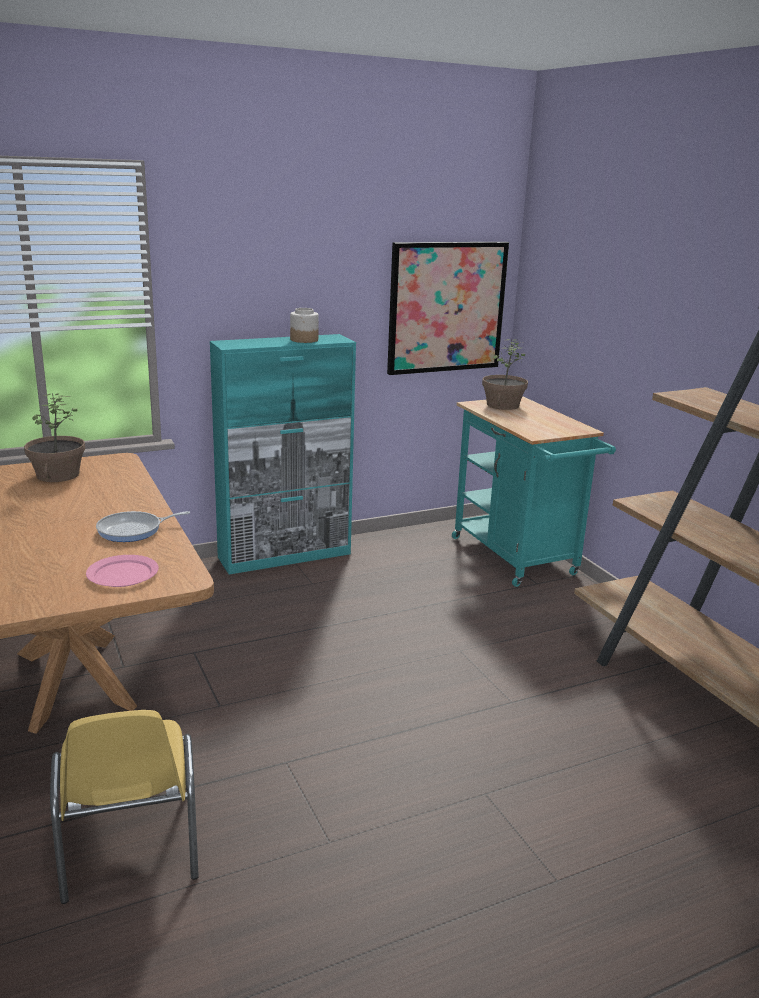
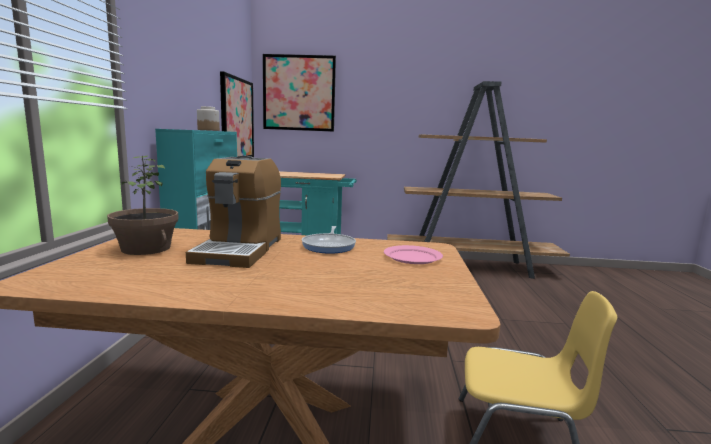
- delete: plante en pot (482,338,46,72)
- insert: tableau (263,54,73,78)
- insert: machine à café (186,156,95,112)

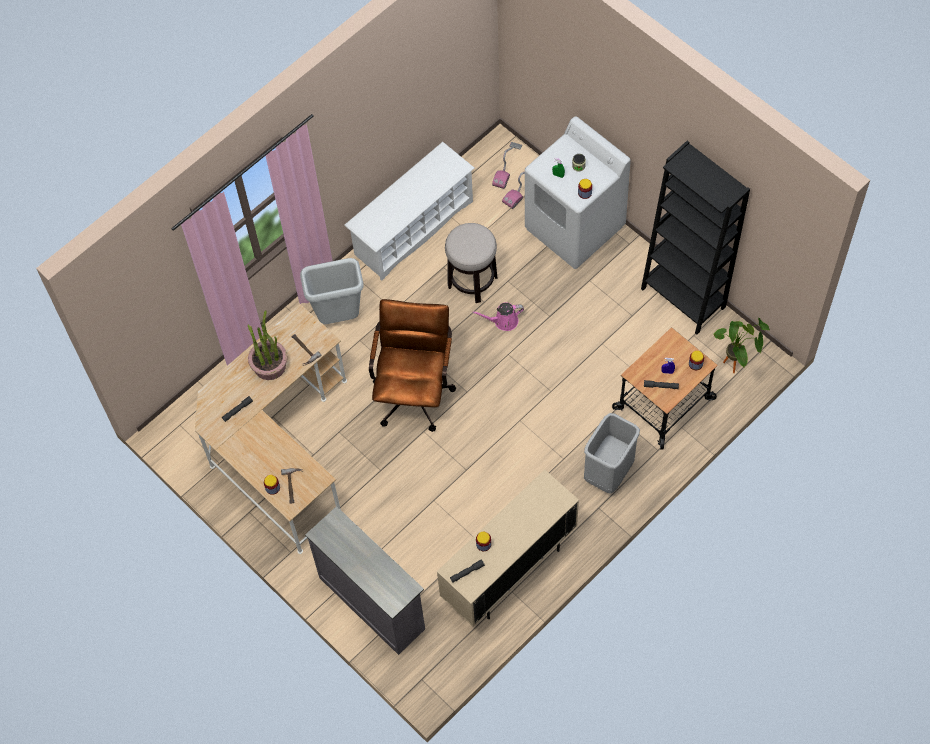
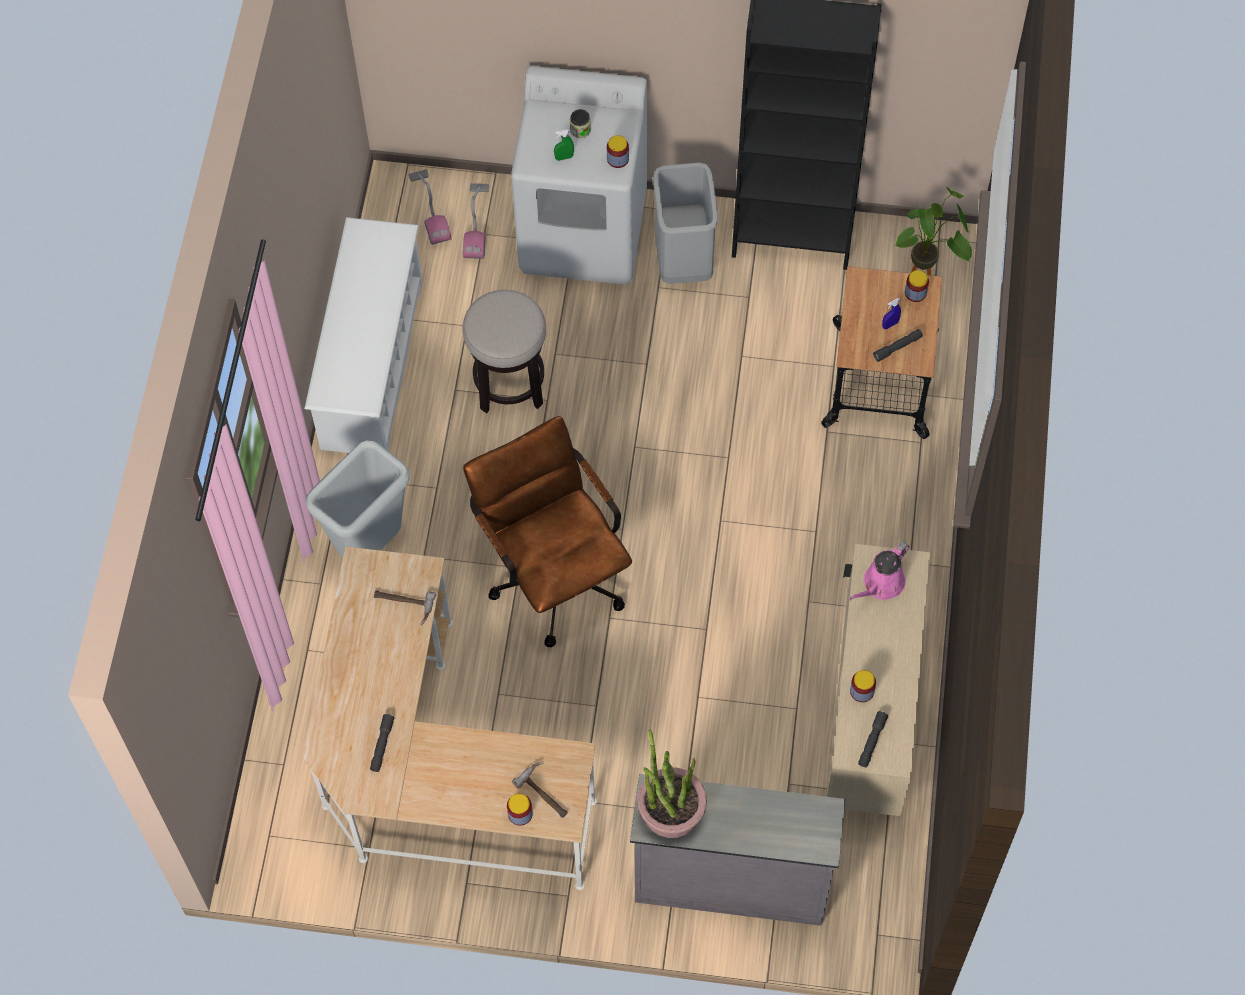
- move: arrosoir [rose] (472,302,52,29) to (849,541,60,59)
- move: plante en pot (248,310,39,70) to (638,729,69,109)
- move: poubelle [gris] (584,413,56,81) to (653,162,65,122)

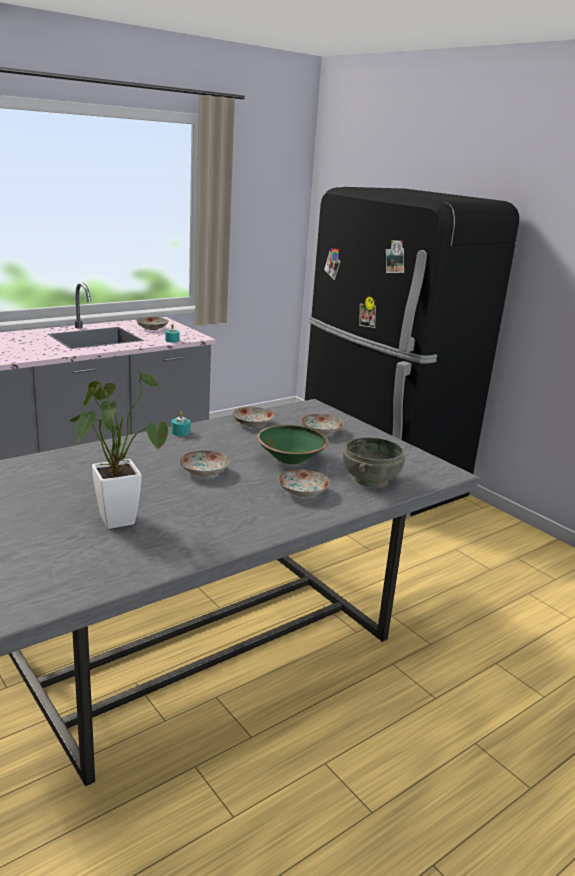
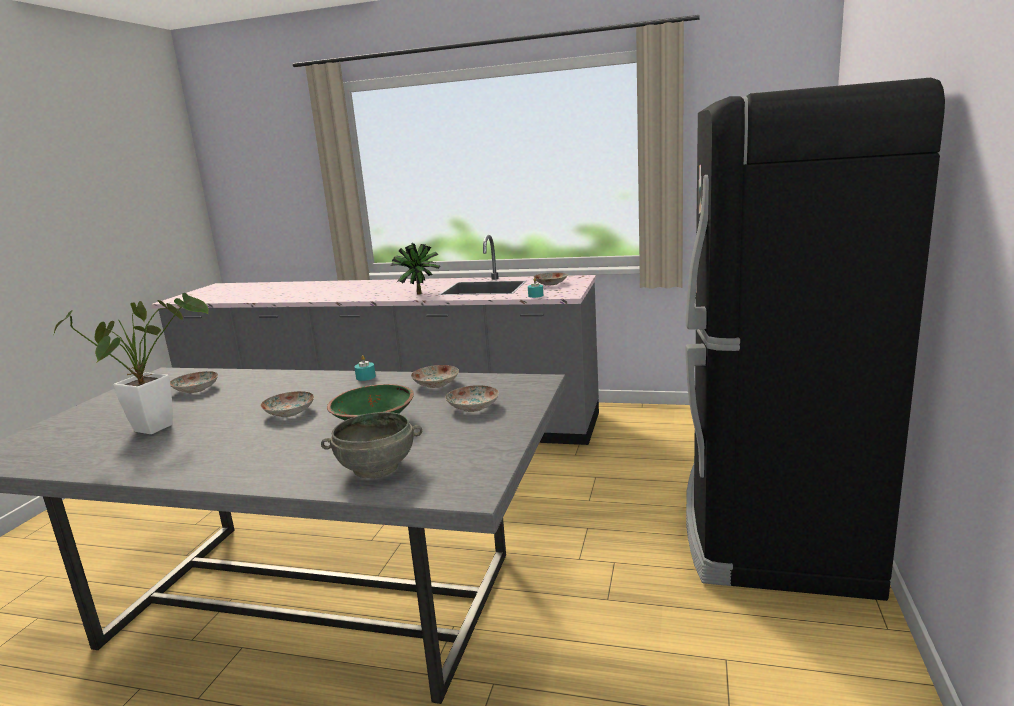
- move: assiette (278,469,52,28) to (170,371,48,22)
- insert: plante en pot (391,243,50,52)

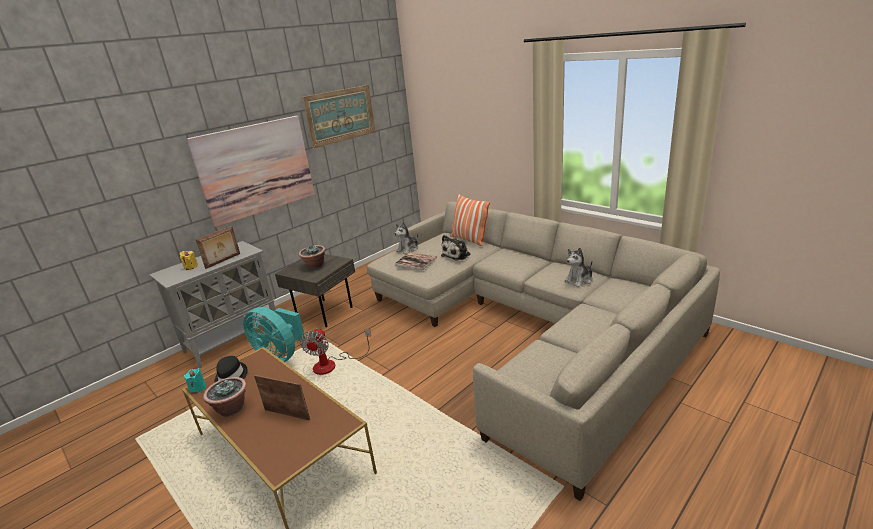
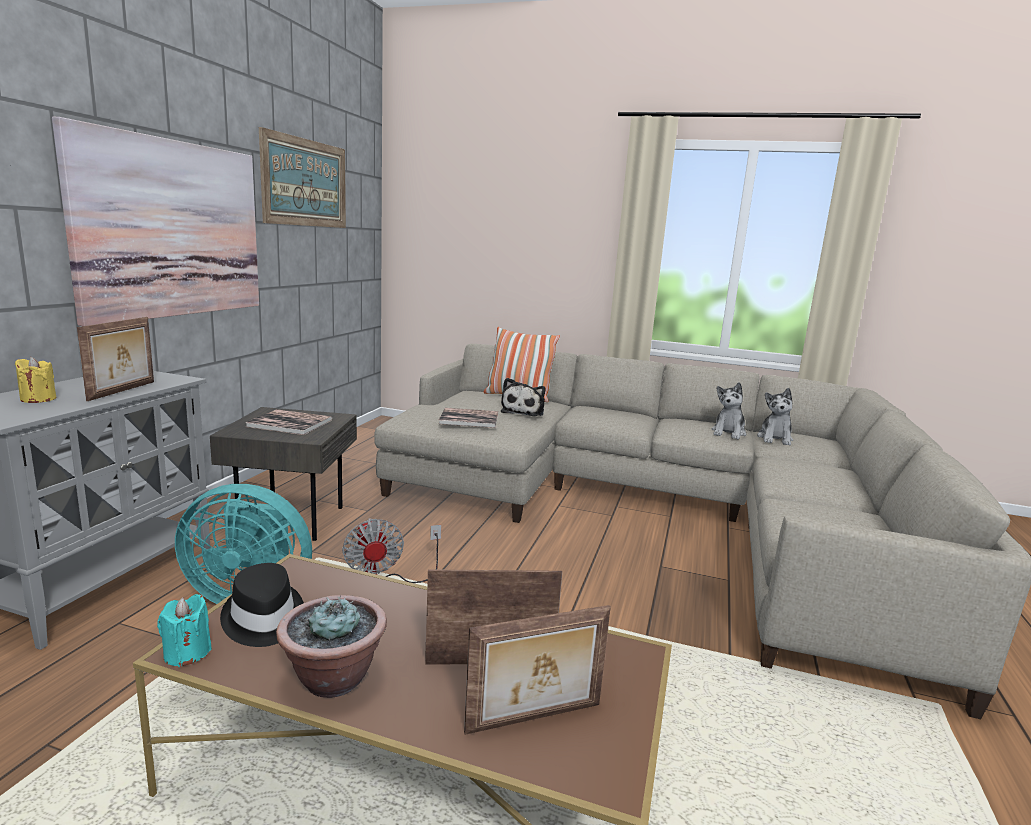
- move: peluche (394,222,24,33) to (757,388,36,58)
- replace: plante en pot (299,245,26,24) to livre (245,409,87,26)
- insert: cadre photo (464,605,147,130)

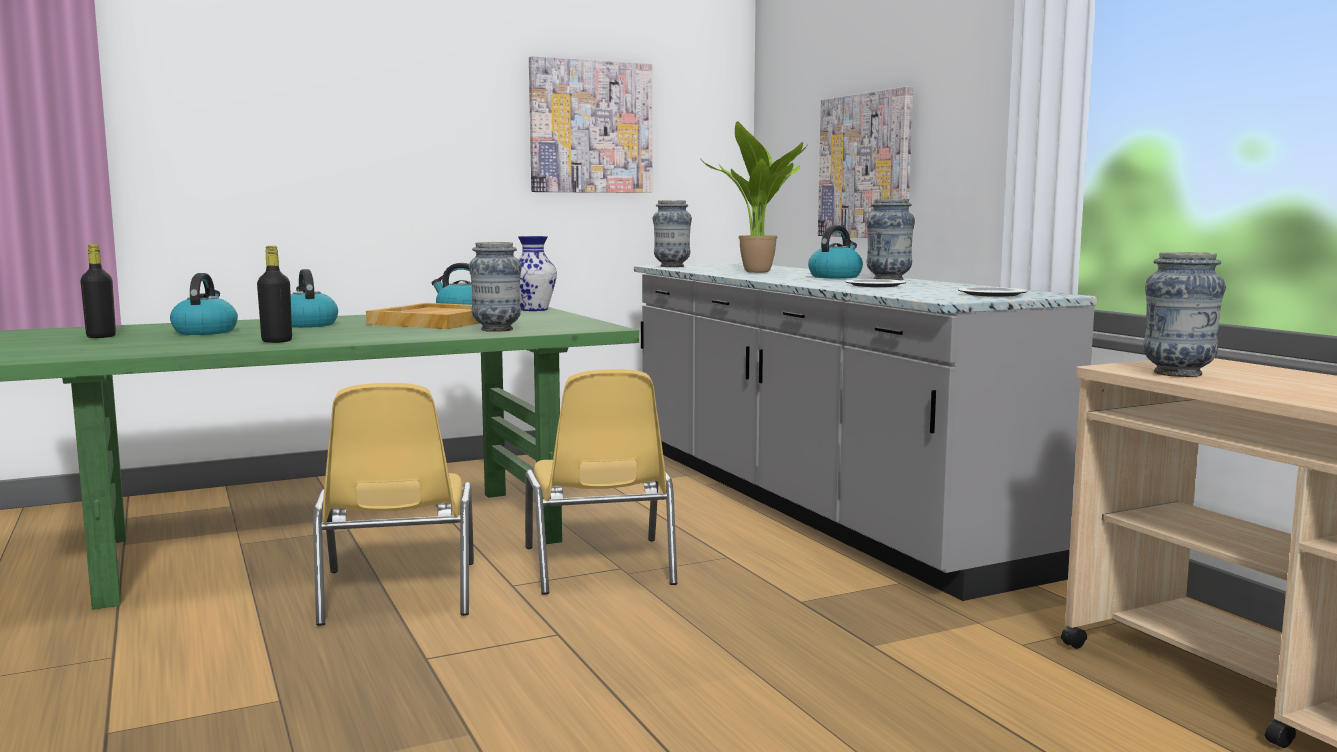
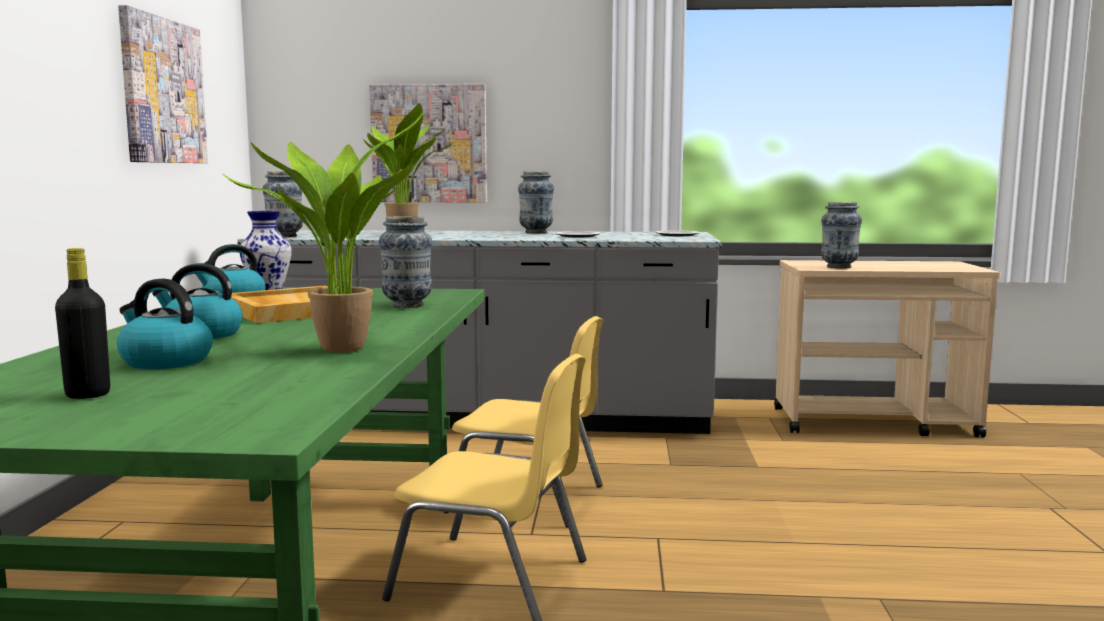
- delete: bouilloire (808,225,55,54)
- replace: bouteille [noir] (257,246,35,97) to plante en pot (222,113,201,240)

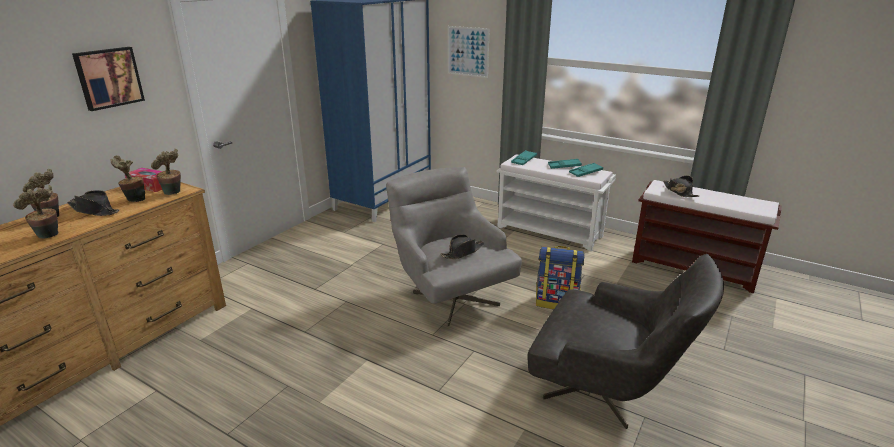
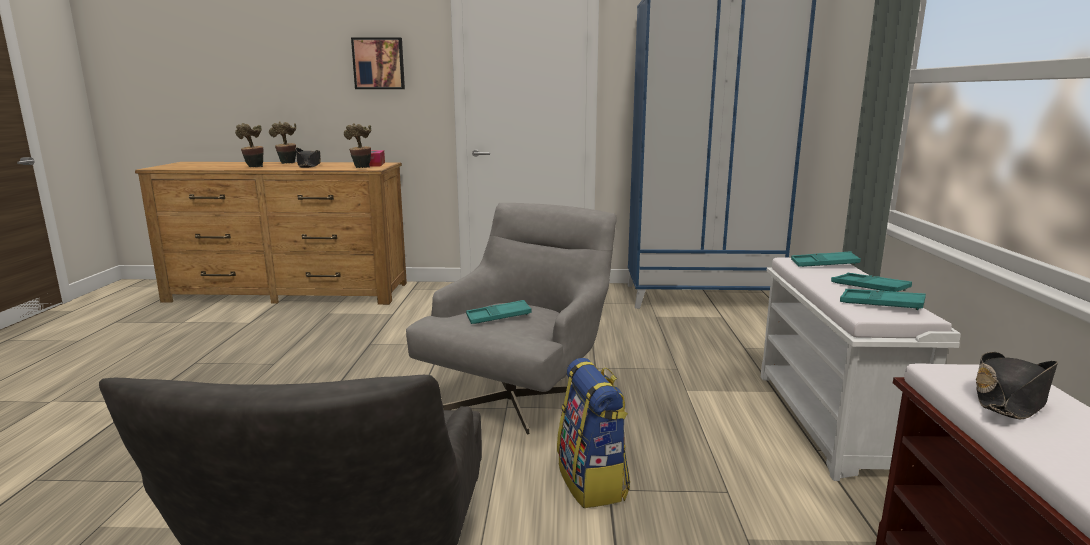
- delete: tableau (448,26,42,52)
- delete: plante en pot (111,155,35,47)
- replace: chapeau [noir] (441,234,43,25) to plateau [turquoise] (466,300,66,24)

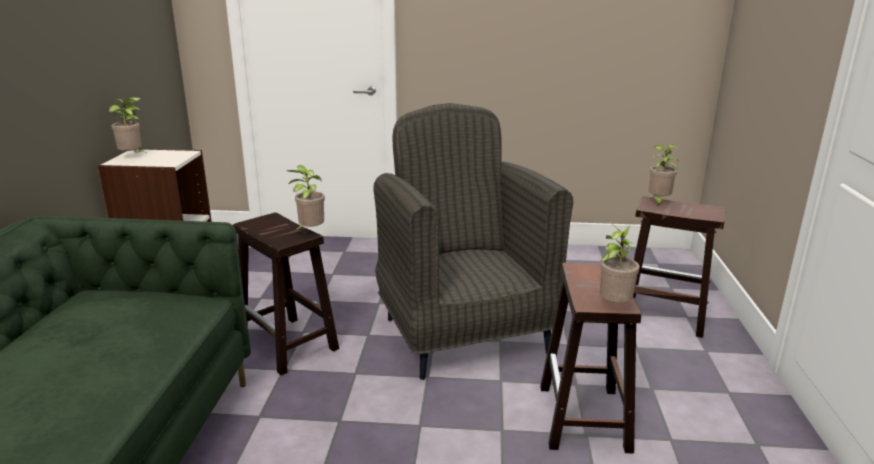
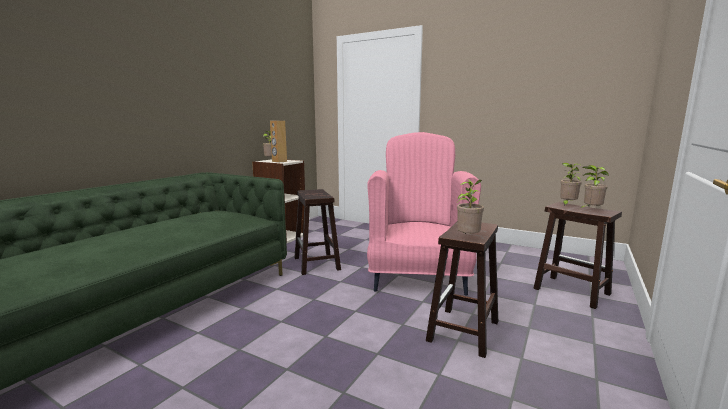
- recolor: fauteuil [gris] (374,103,199,277) to fauteuil [rose] (367,132,114,164)
- move: plante en pot (287,165,38,66) to (581,165,28,43)
- insert: enceinte [marron] (270,120,17,43)

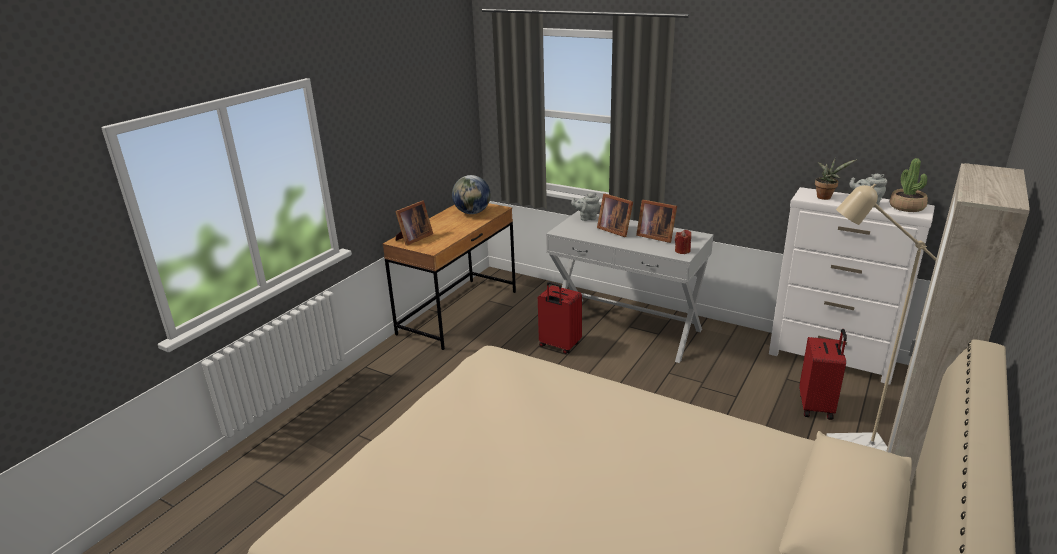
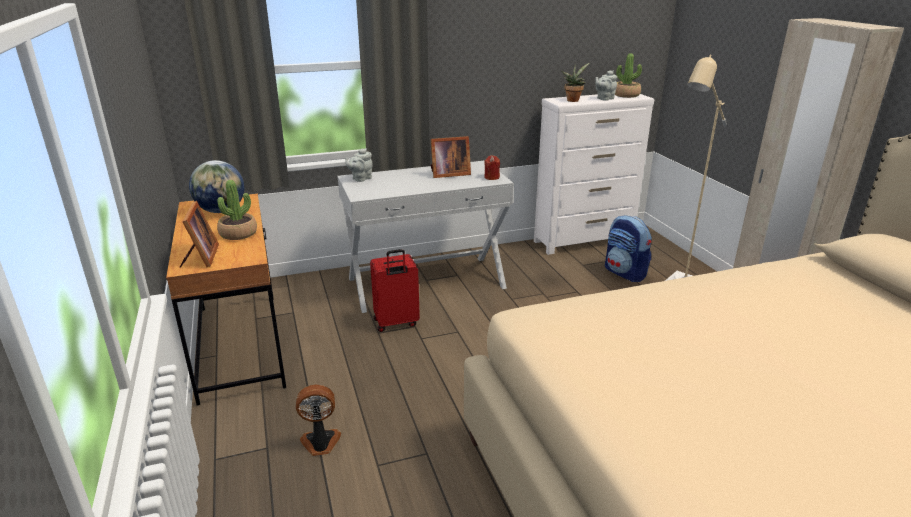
- delete: cadre photo (597,193,36,44)
- replace: valise [rouge] (799,329,48,91) to sac à dos (605,215,47,67)
- insert: plante en pot (217,180,40,60)
- insert: ventilateur (296,385,45,71)

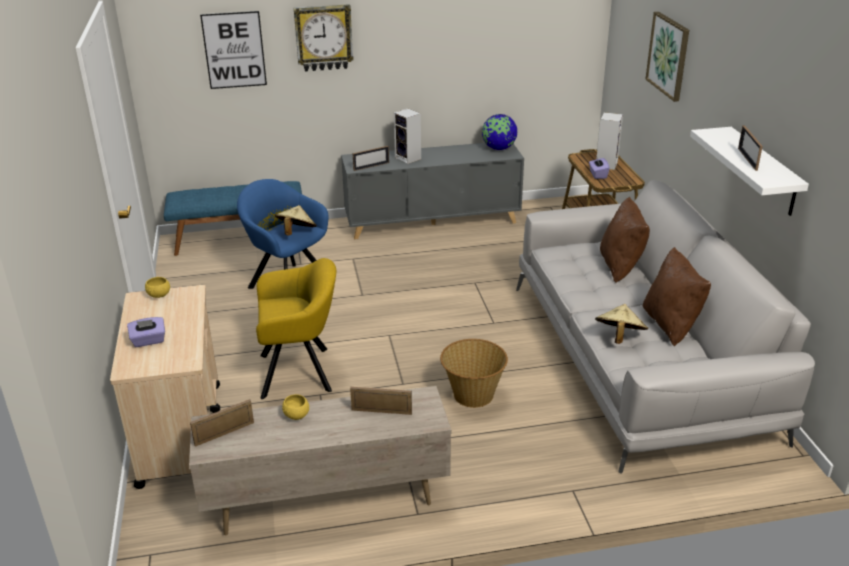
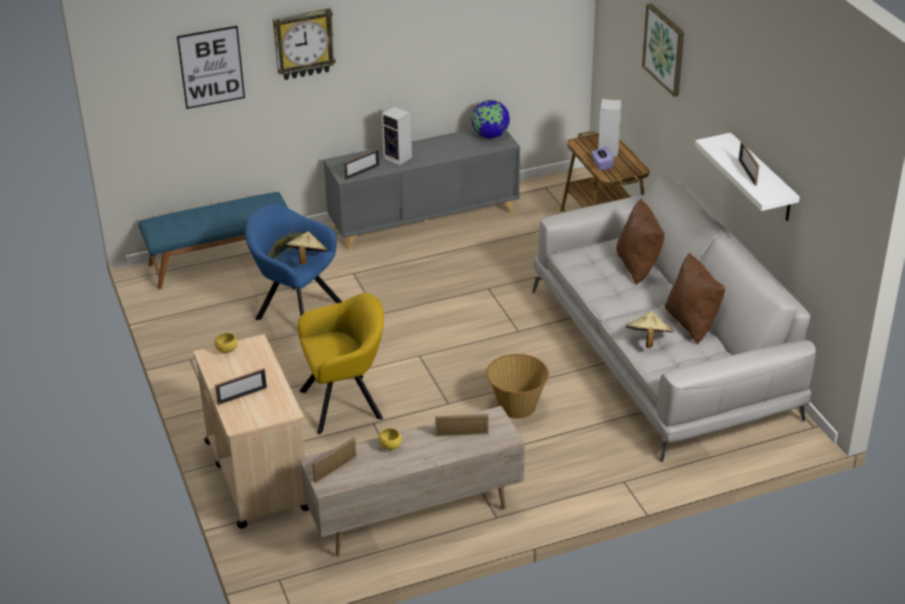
- replace: boîte à mouchoirs [violet] (127,317,38,30) to cadre photo (215,368,52,37)

